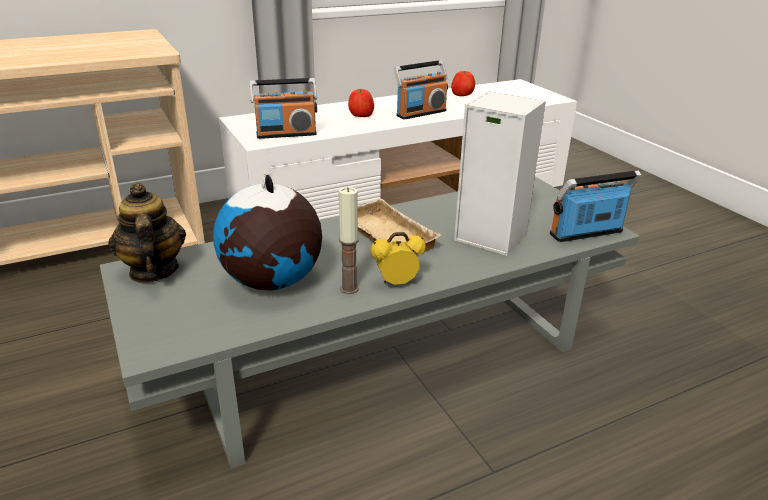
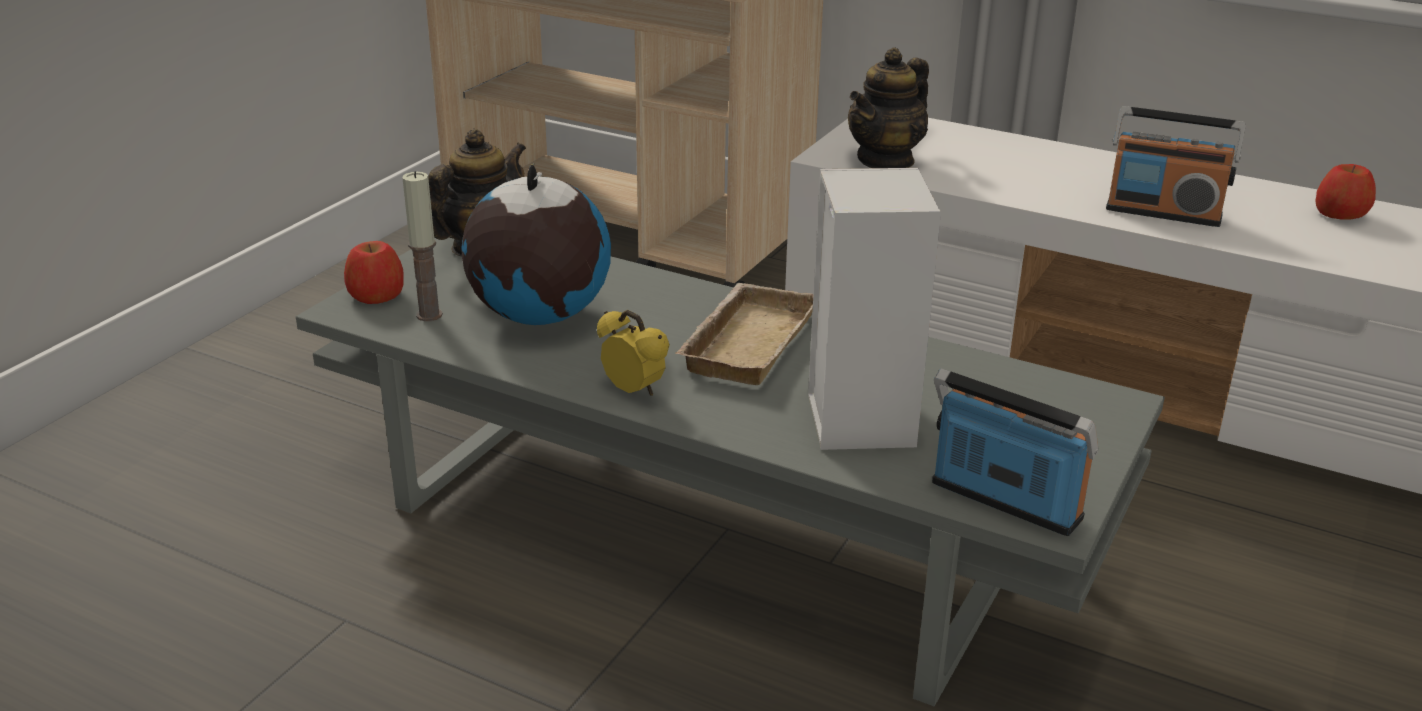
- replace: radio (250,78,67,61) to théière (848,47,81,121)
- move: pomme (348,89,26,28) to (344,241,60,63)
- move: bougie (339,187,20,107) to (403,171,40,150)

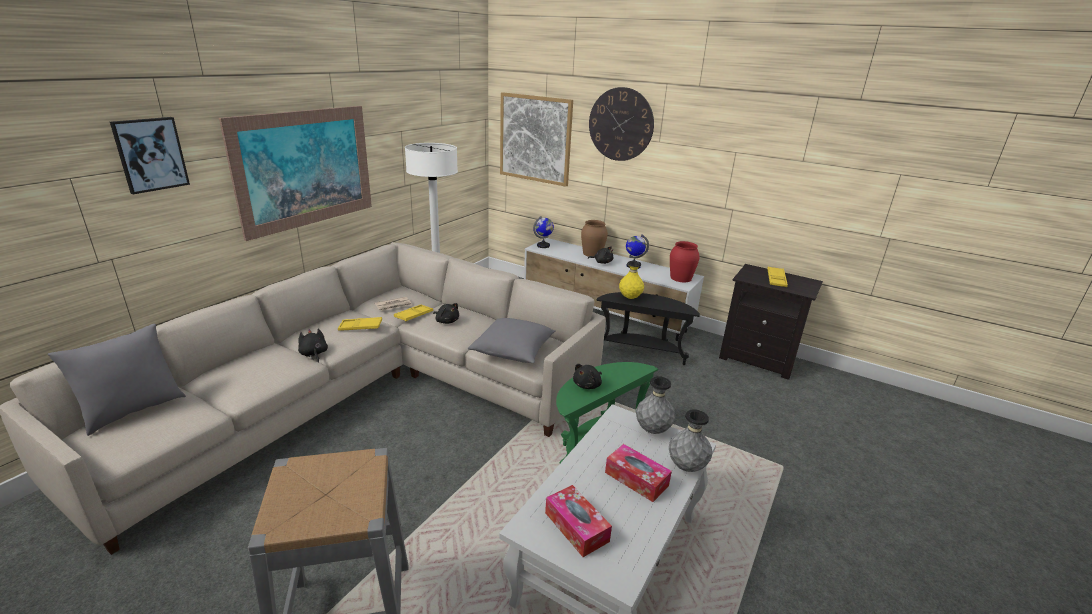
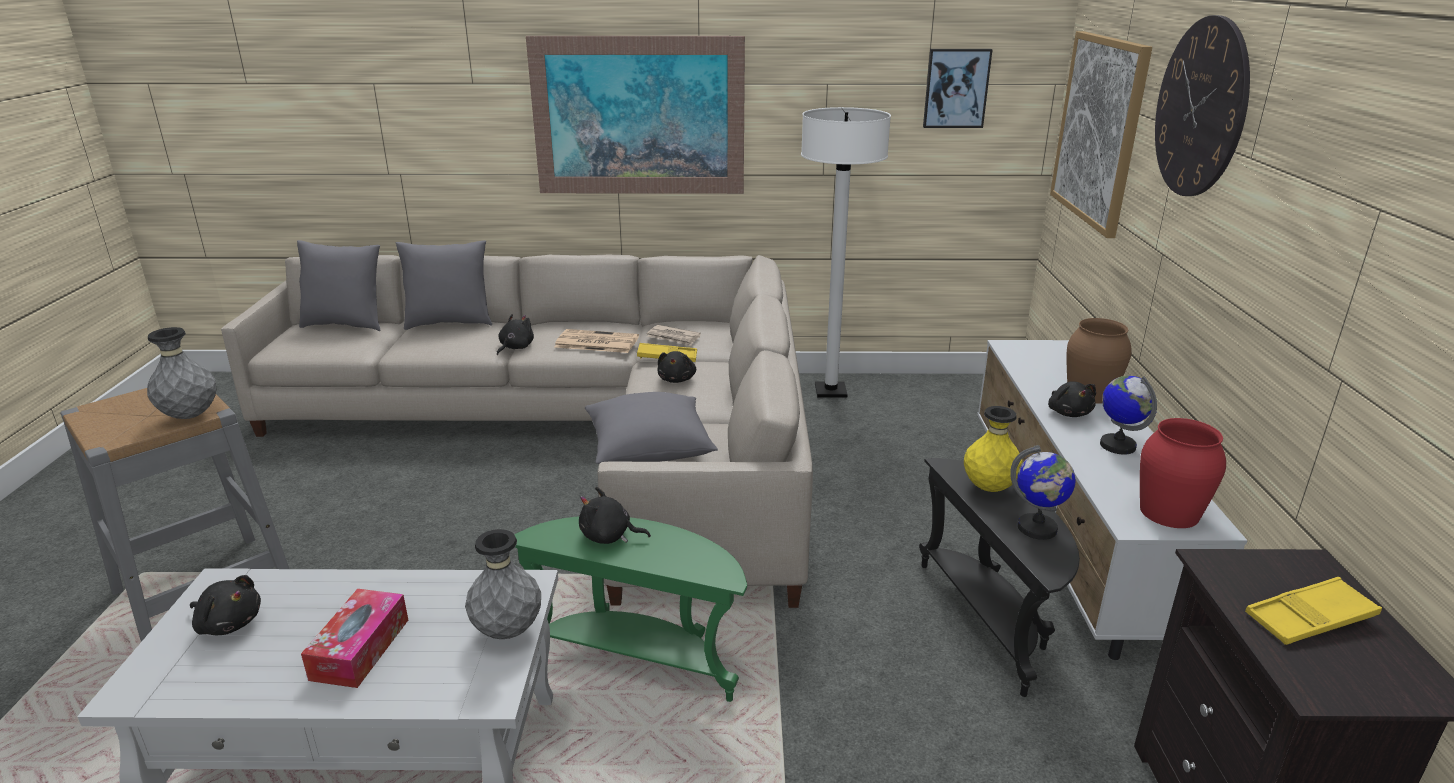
- move: tableau (110,117,80,77) to (923,49,70,79)
- move: globe (533,216,21,32) to (1010,445,66,95)
- replace: plateau [jaune] (338,317,44,14) to journal (555,329,84,24)
- move: vase [gris] (669,409,43,63) to (147,327,69,92)
- replace: boîte à mouchoirs (545,485,67,72) to peluche [noir] (190,575,71,60)
- insert: coussin [gris] (396,241,96,89)

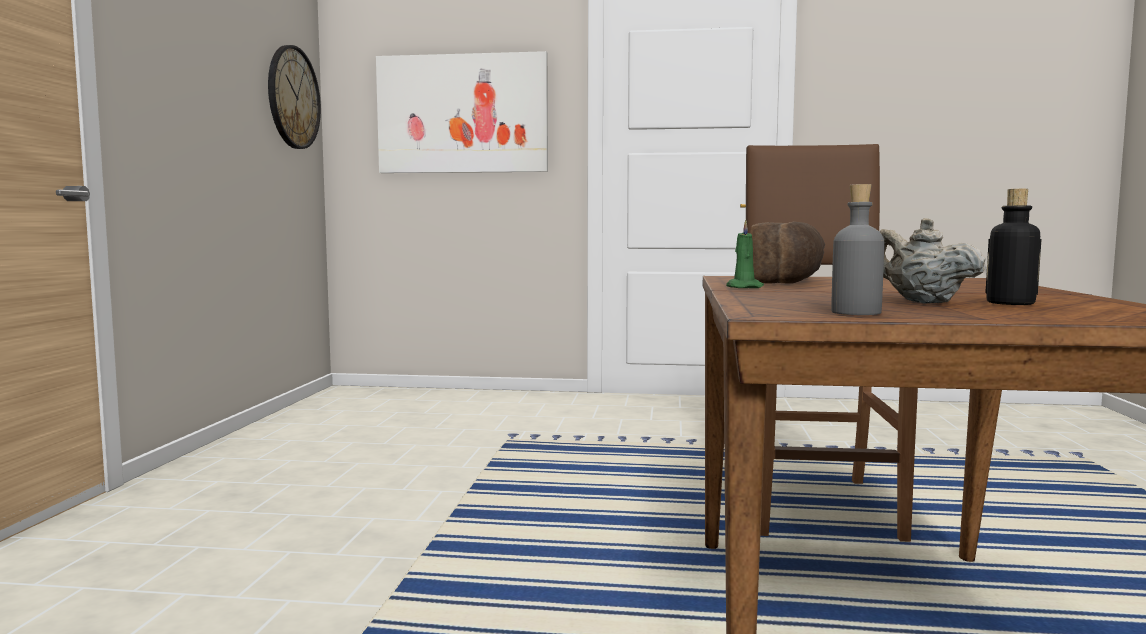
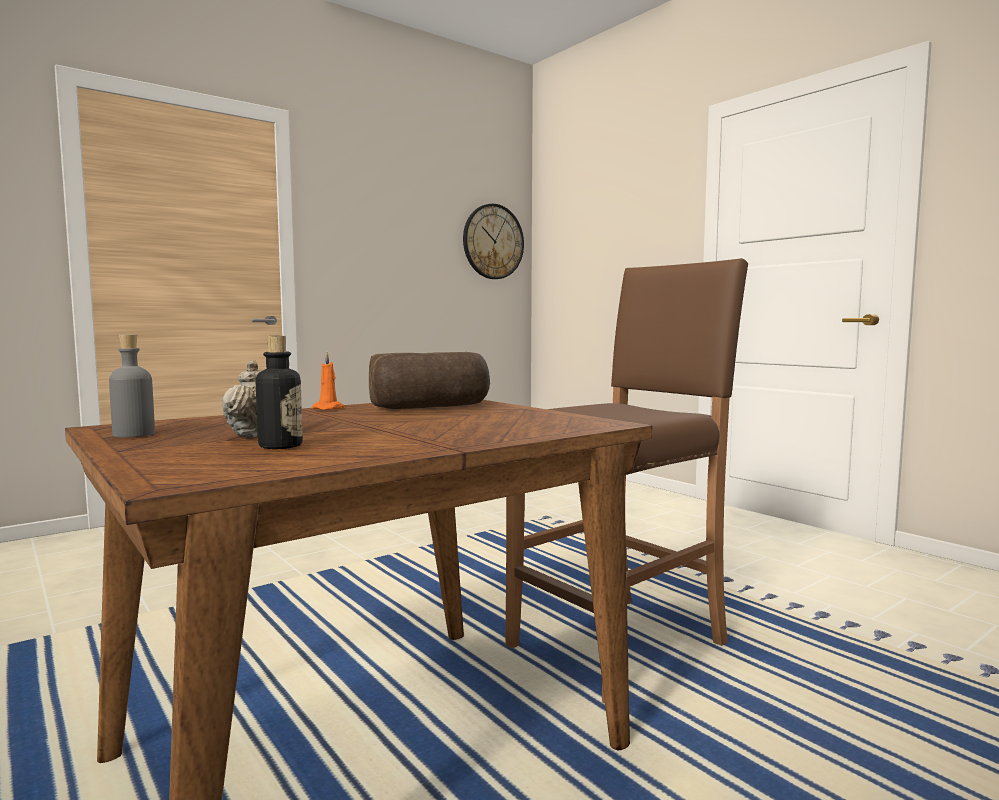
- delete: tableau (376,51,172,122)
- recolor: bougie [vert] (726,220,38,68) to bougie [orange] (312,352,33,58)

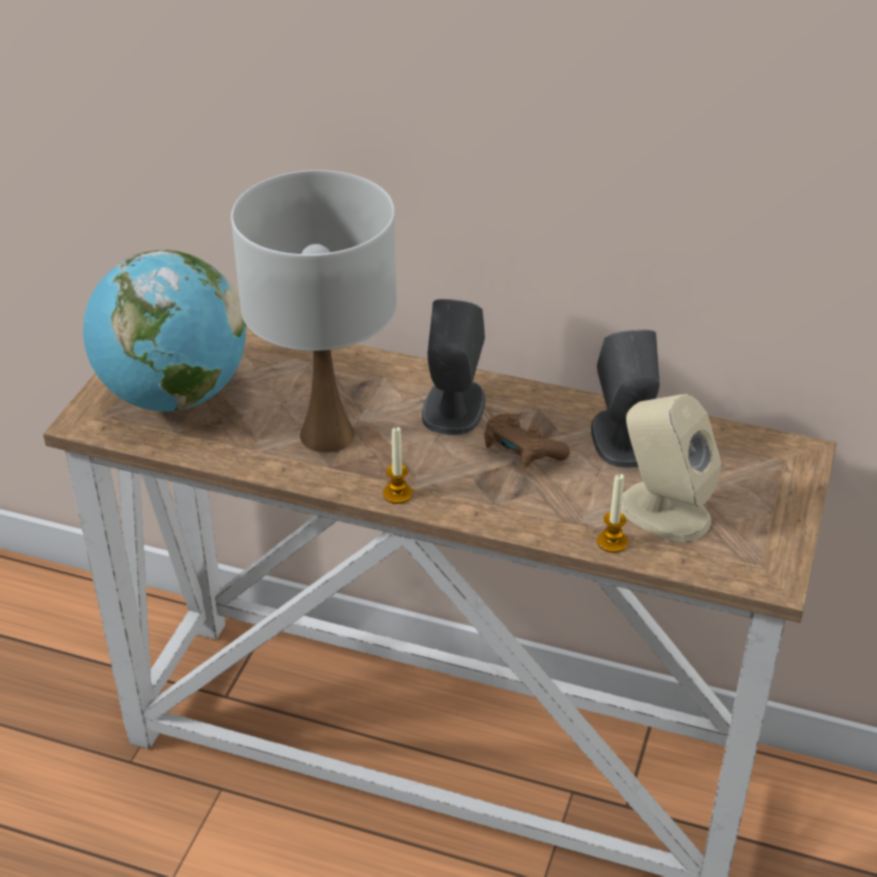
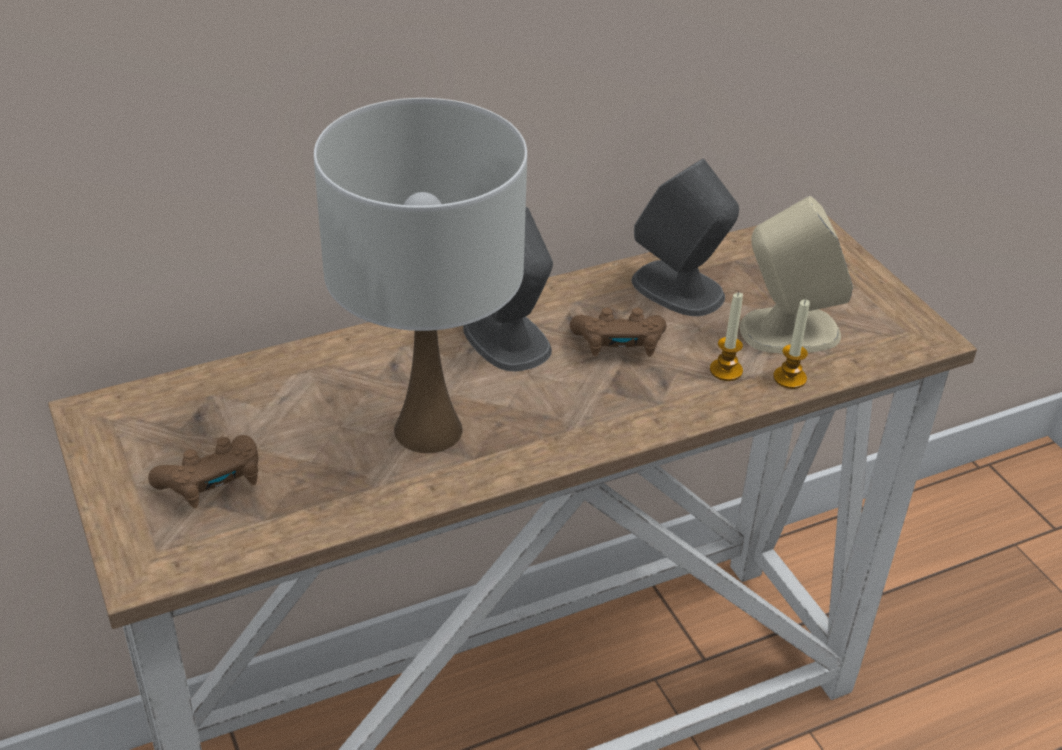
- replace: globe (83,250,163,162) to manette [marron] (148,435,110,73)
- move: bougie (383,427,30,77) to (710,292,33,89)

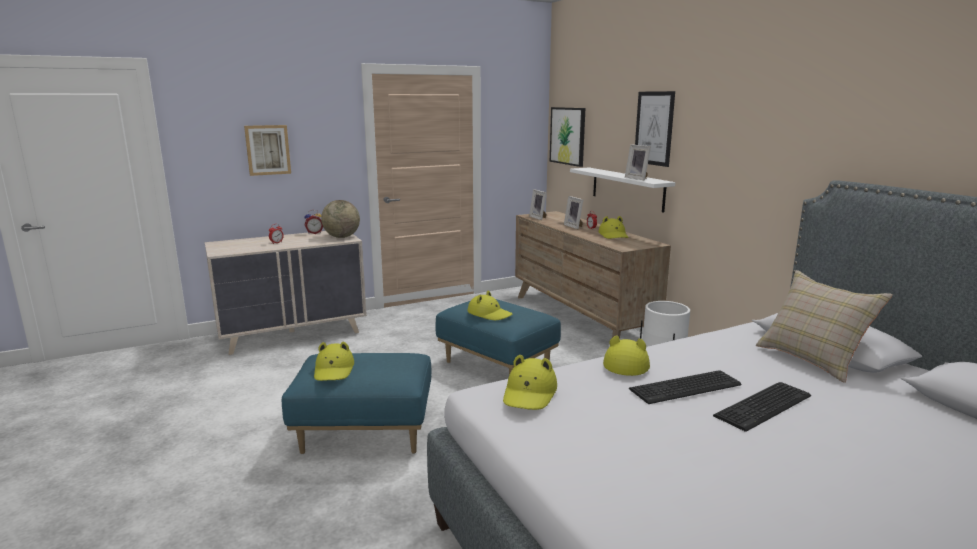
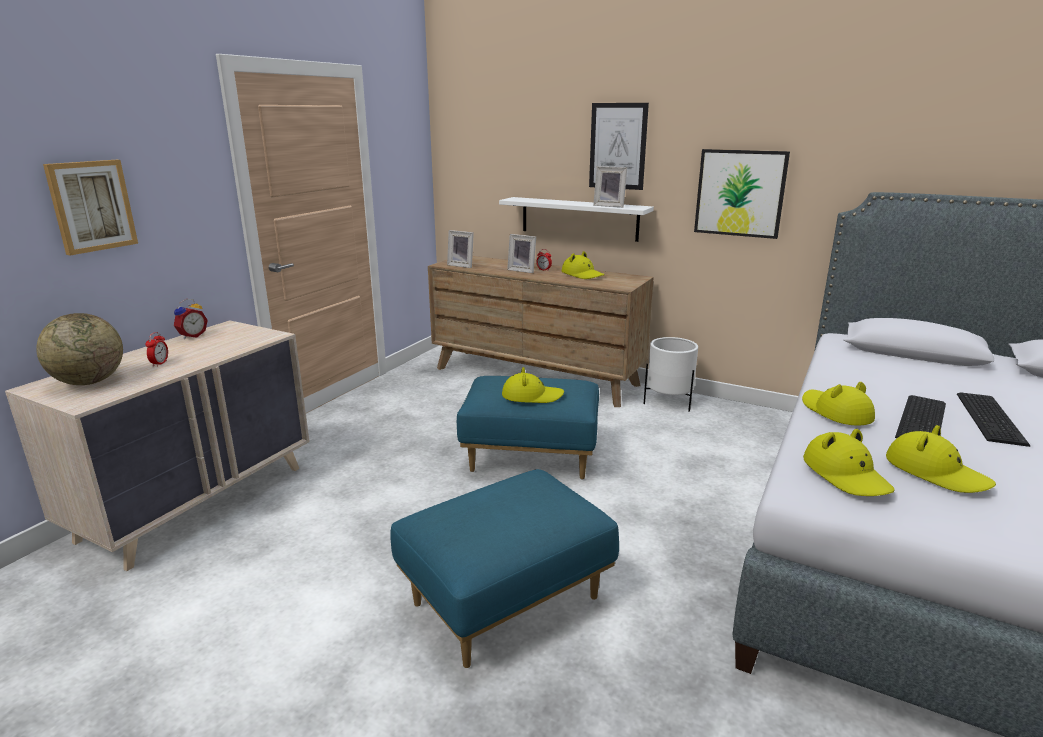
- move: tableau (550,107,35,60) to (694,149,96,90)
- move: globe (321,200,39,38) to (36,313,87,72)
- delete: coussin [beige] (756,270,137,113)
- move: chapeau [jaune] (314,341,40,40) to (886,425,110,68)

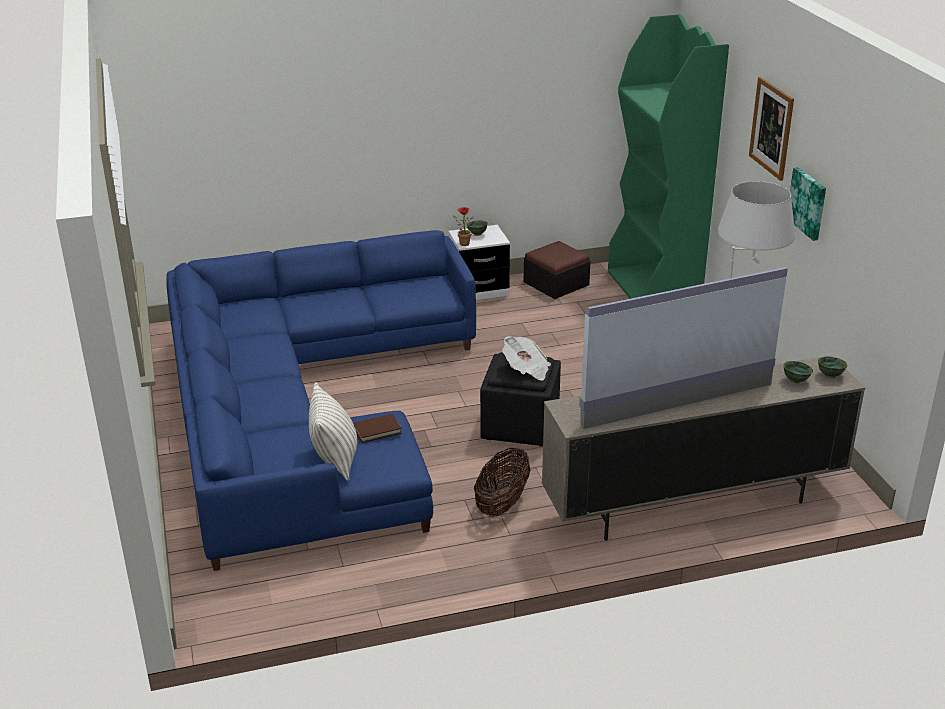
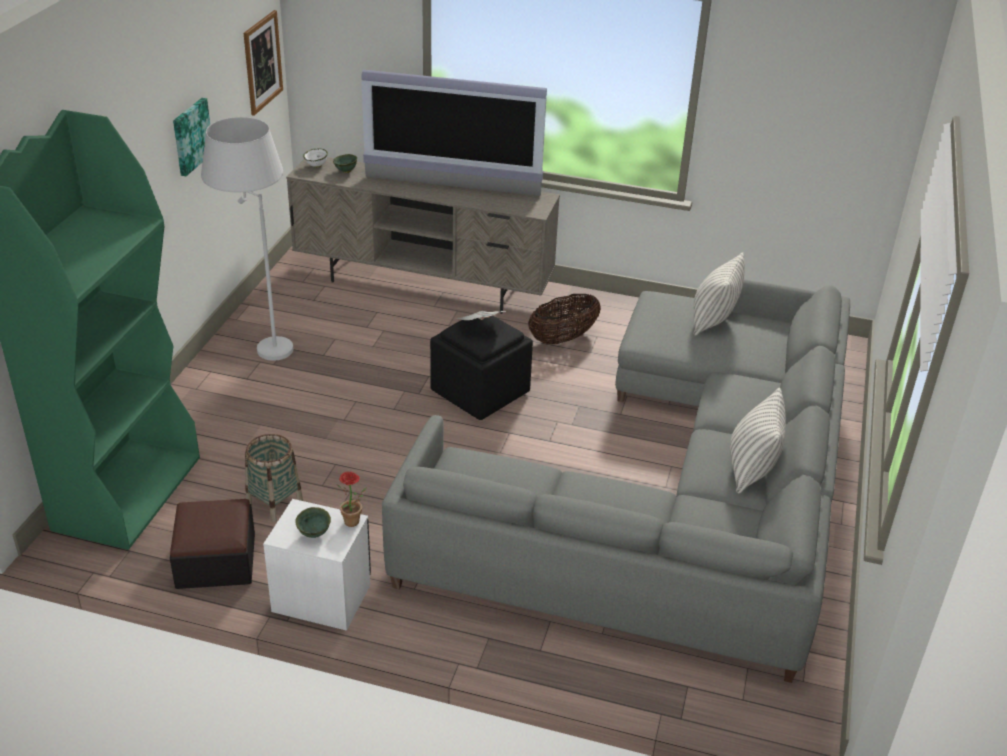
- move: tableau (749,77,45,104) to (244,10,39,106)
- recolor: canapé [bleu] (166,230,310,341) to canapé [gris] (382,279,468,404)
- recolor: bol [vert] (818,357,29,21) to bol [blanc] (303,149,25,19)
- delete: livre [marron] (353,414,49,29)
- insert: coussin (730,387,56,106)
- insert: panier (245,434,58,89)

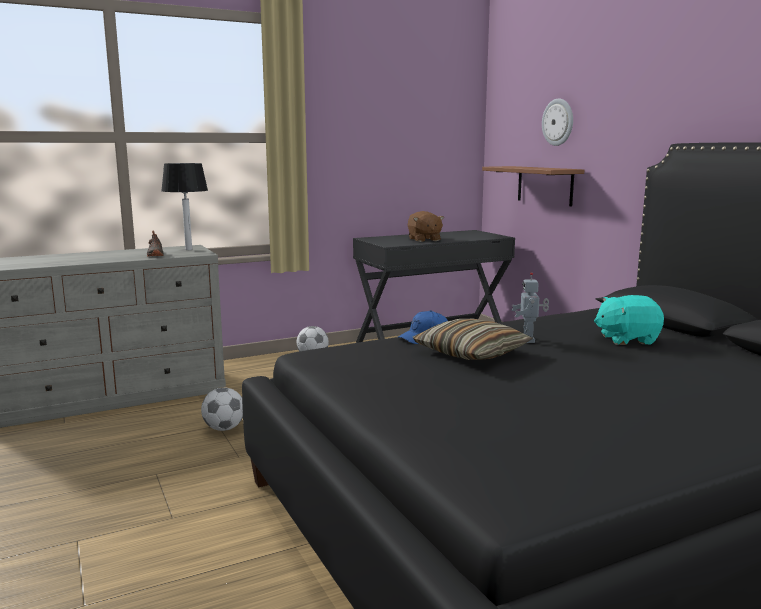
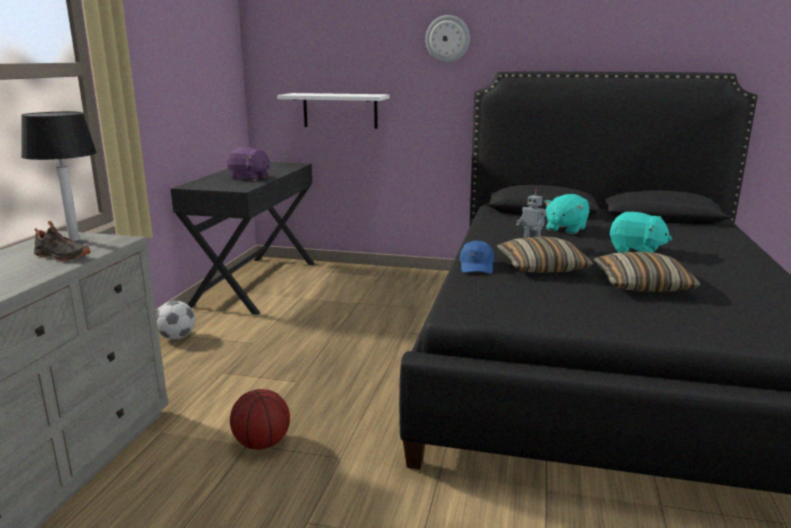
- move: horloge murale (542,98,31,48) to (425,15,45,48)
- recolor: étagère [marron] (482,166,102,41) to étagère [blanc] (277,93,112,36)
- recolor: peluche [marron] (408,211,36,31) to peluche [violet] (227,147,43,34)
- replace: ballon de foot (201,387,42,44) to ballon de basket (230,389,60,61)
- insert: peluche [turquoise] (610,212,62,41)
- insert: coussin (593,252,108,40)

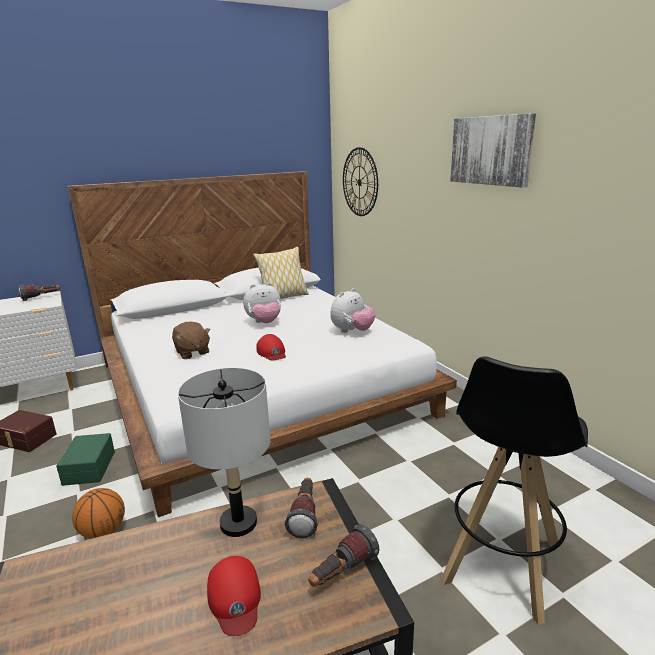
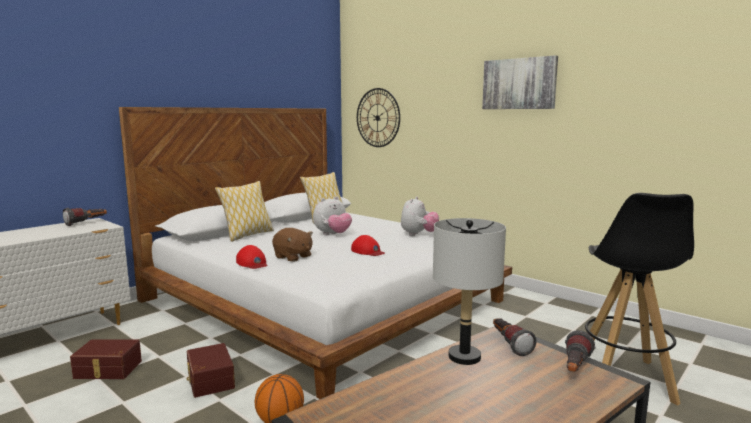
- recolor: boîte de rangement [vert] (56,433,59,53) to boîte de rangement [marron] (187,343,48,55)
- move: casquette [rouge] (207,556,54,80) to (236,245,32,24)
- insert: coussin (215,181,59,61)

